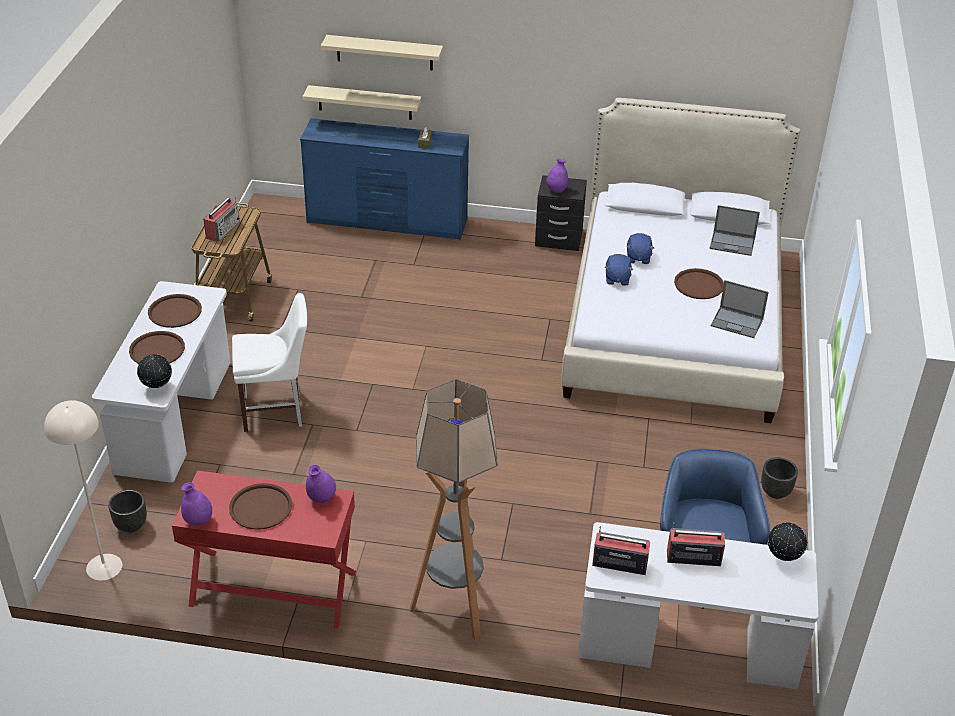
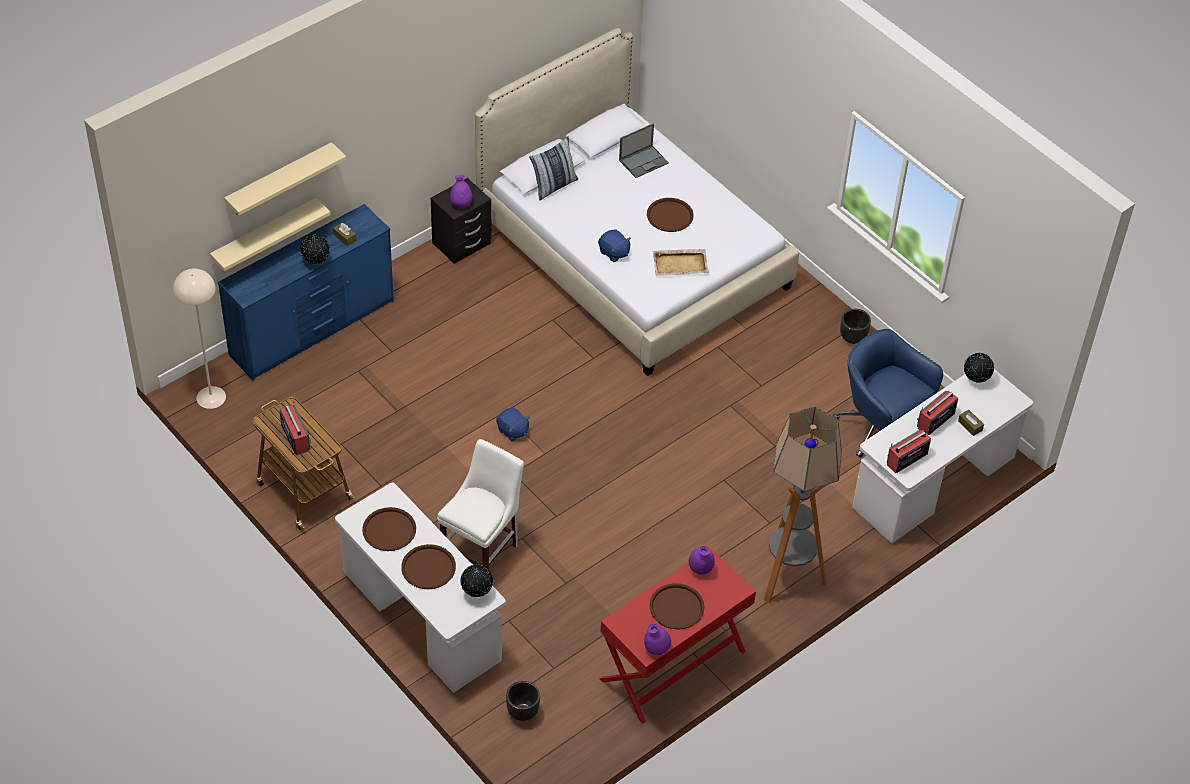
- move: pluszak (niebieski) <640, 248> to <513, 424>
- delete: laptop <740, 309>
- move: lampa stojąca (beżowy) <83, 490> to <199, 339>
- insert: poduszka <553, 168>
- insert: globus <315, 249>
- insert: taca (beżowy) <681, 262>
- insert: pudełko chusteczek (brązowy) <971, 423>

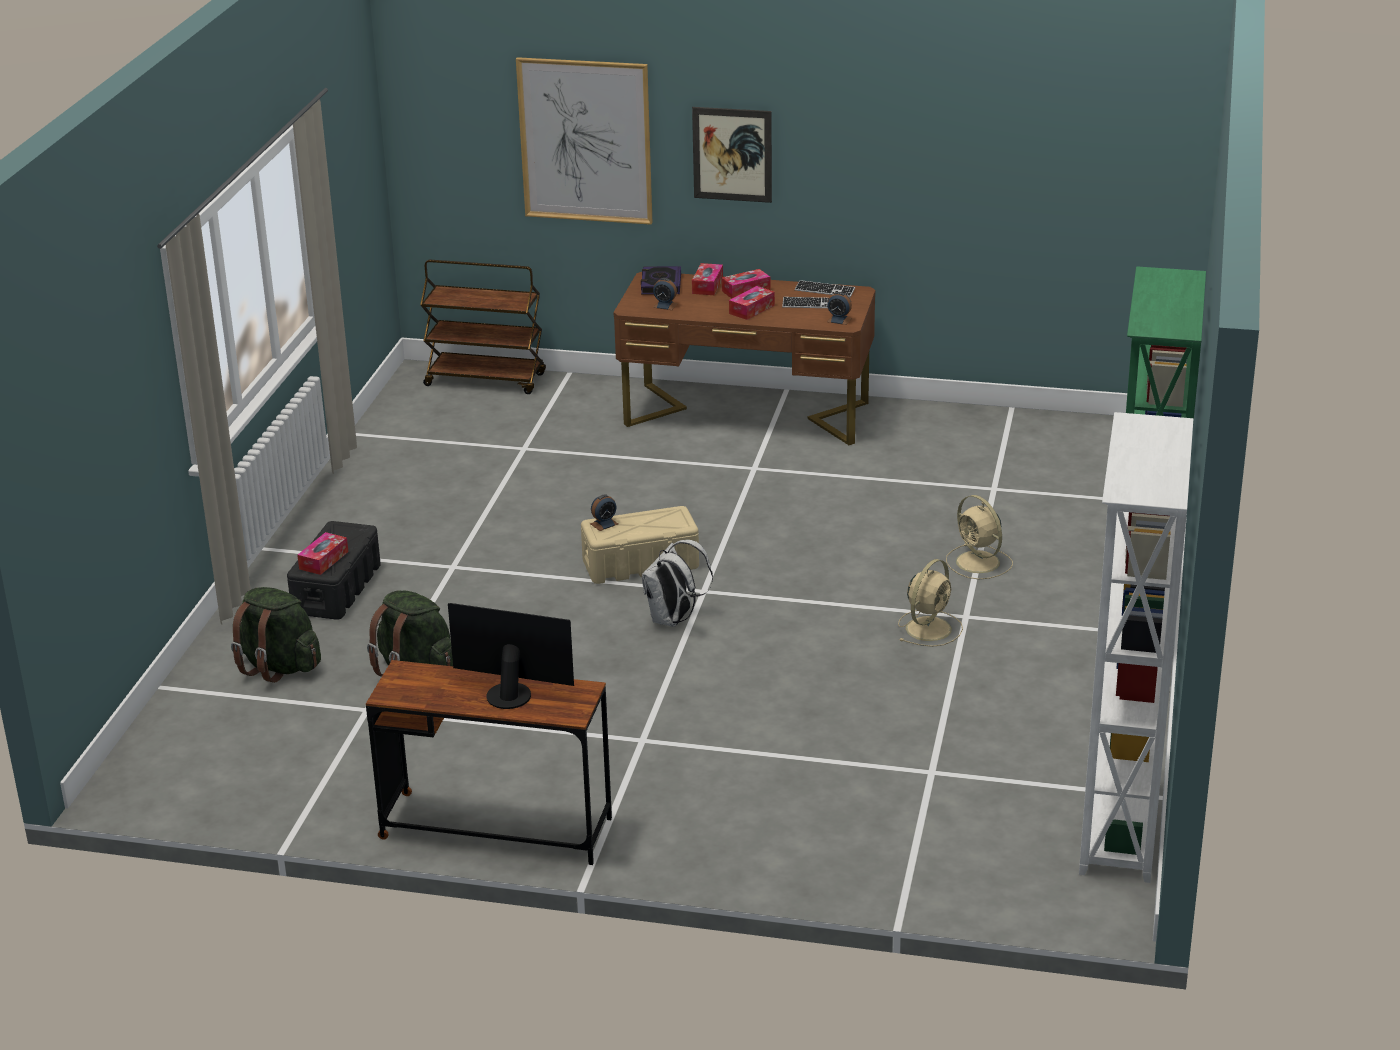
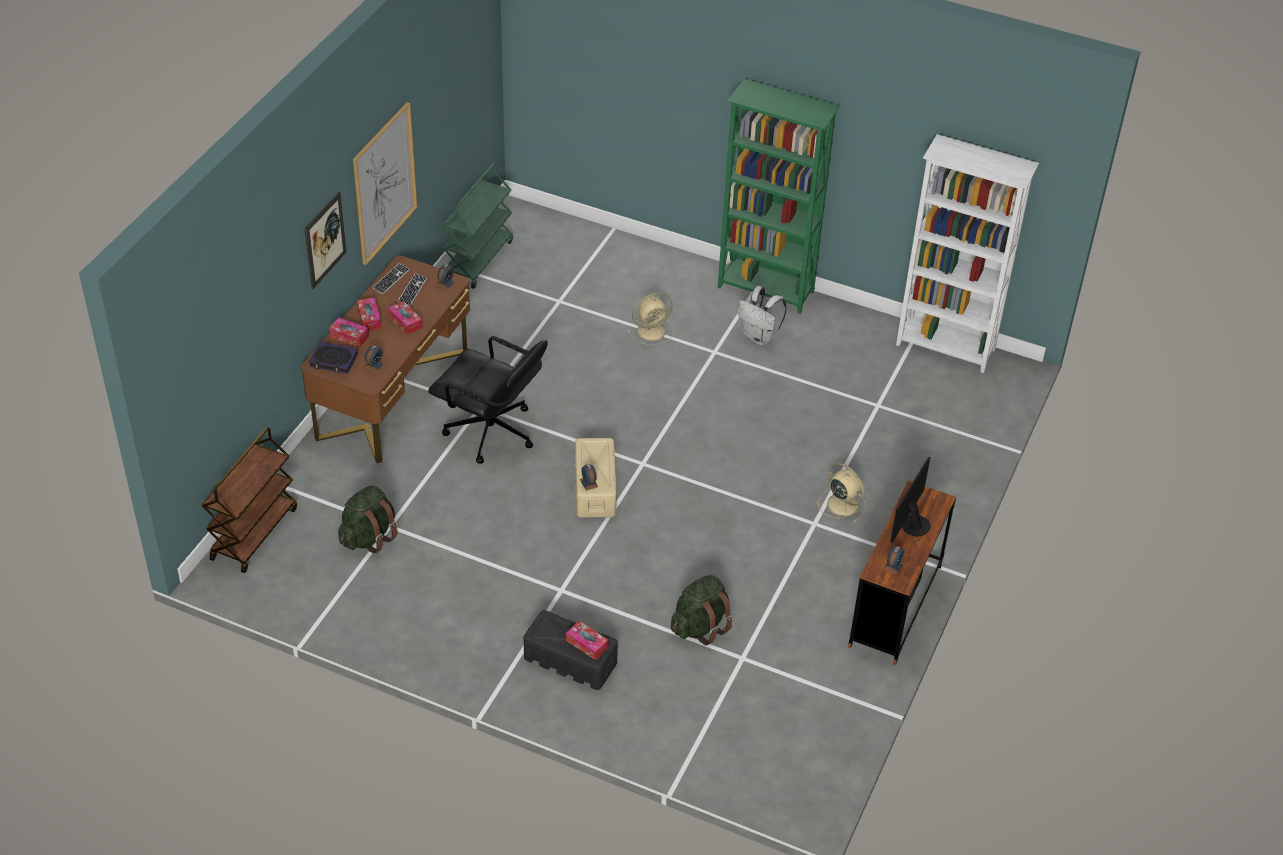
- move: obraz <584, 141> to <385, 183>
- move: plecak (biały) <677, 583> to <762, 315>
- move: wentylator (beżowy) <930, 603> to <842, 493>
- move: plecak (zielony) <276, 635> to <368, 519>
- insert: wózek (zielony) <477, 226>
- insert: krzesło biurowe (czarny) <488, 400>
- insert: budzik <893, 560>

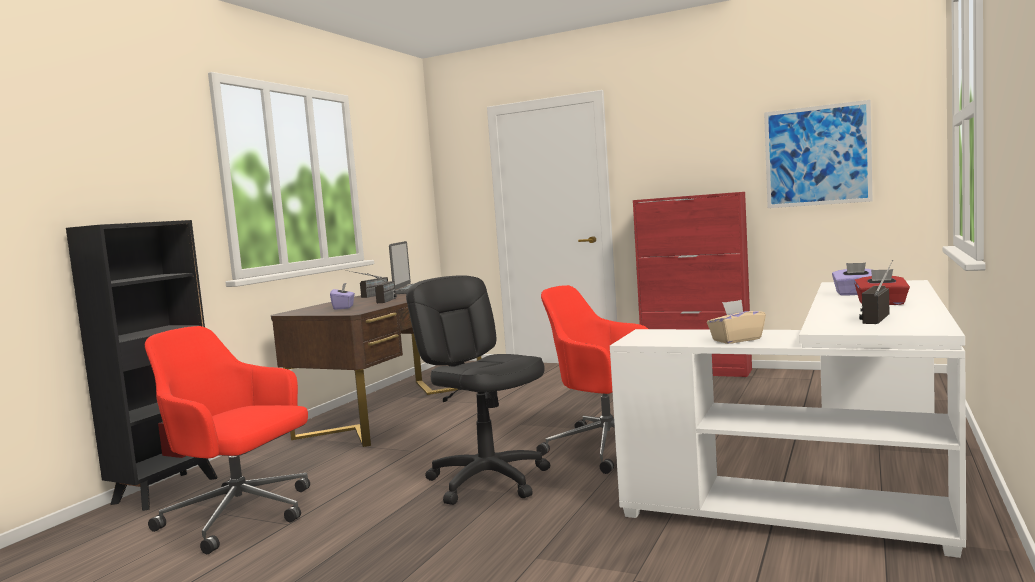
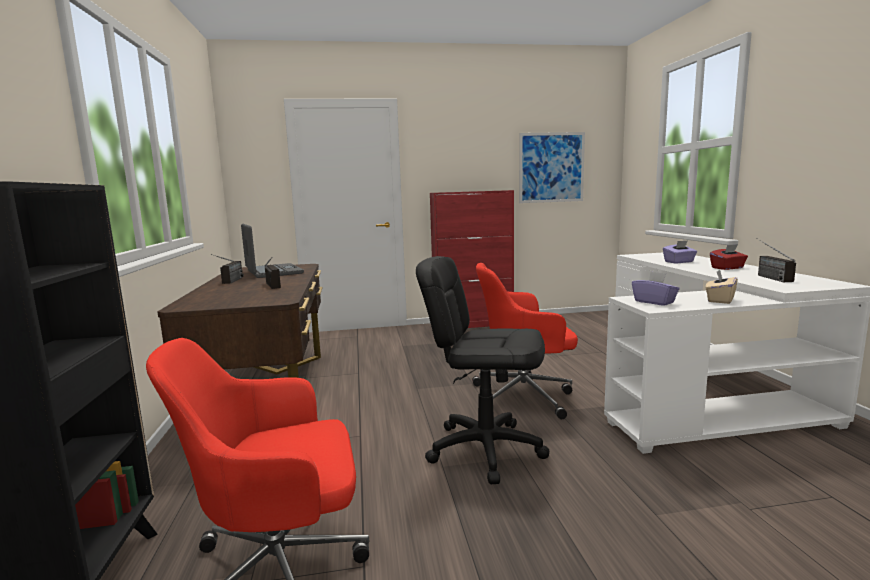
- move: pudełko chusteczek (fioletowy) <342, 296> to <655, 289>

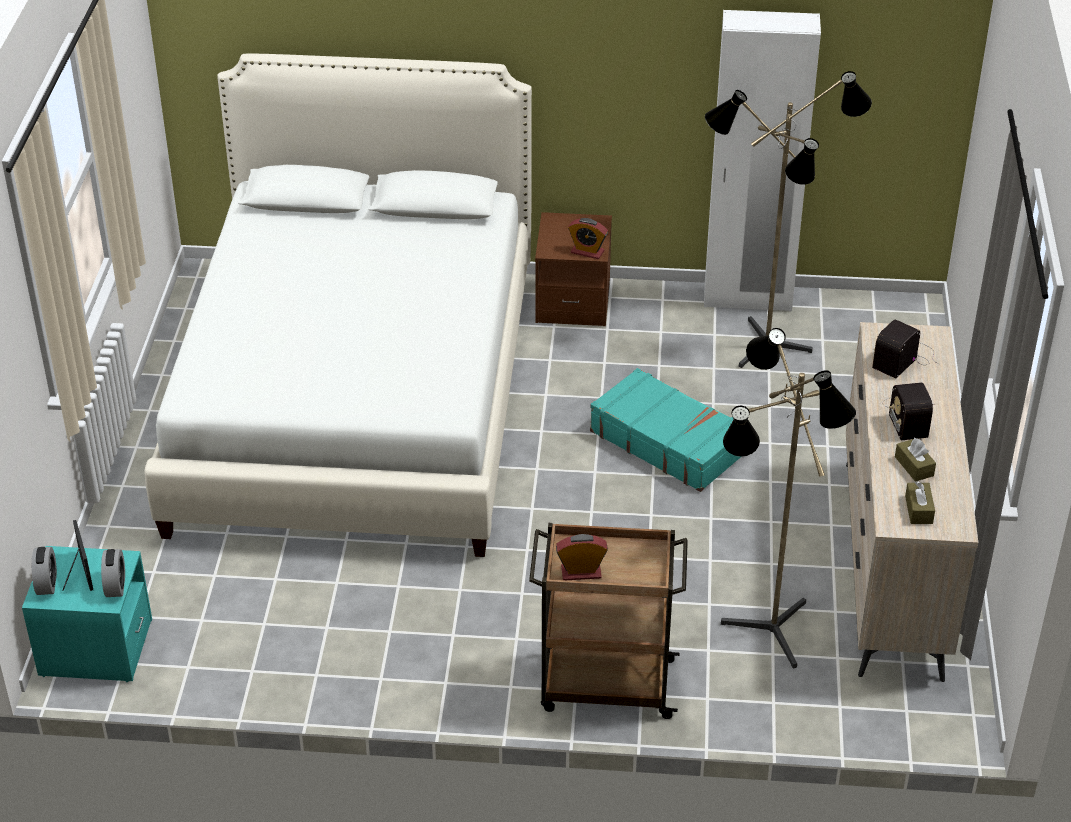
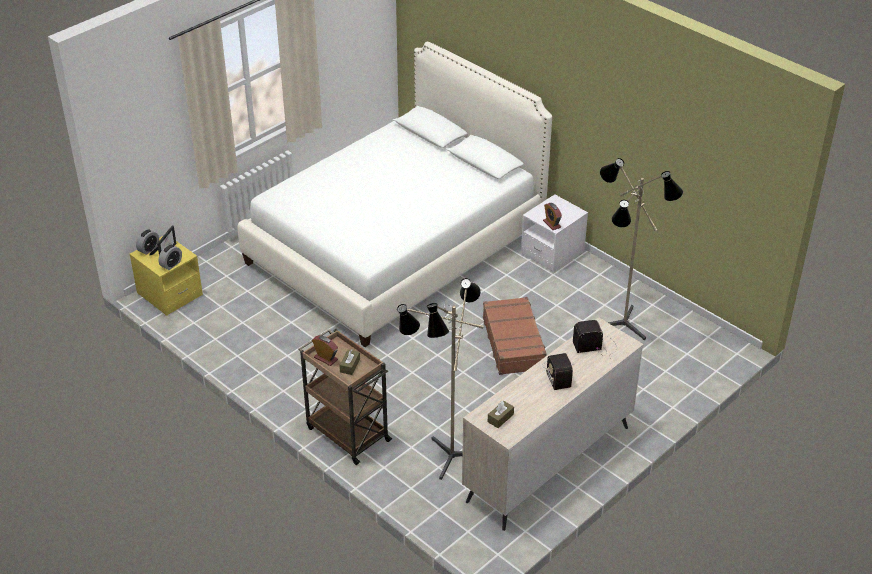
- delete: szafa (biały) <762, 161>
- recolor: szafka nocna (brązowy) <573, 269> to szafka nocna (biały) <554, 233>
- recolor: walizka (turkusowy) <665, 430> to walizka (brązowy) <515, 336>
- rotate: radio <907, 411> = <558, 371> 45 degrees counterclockwise
- move: pudełko chusteczek (brązowy) <915, 459> to <349, 362>
- recolor: szafka nocna (turkusowy) <87, 614> to szafka nocna (żółty) <166, 275>

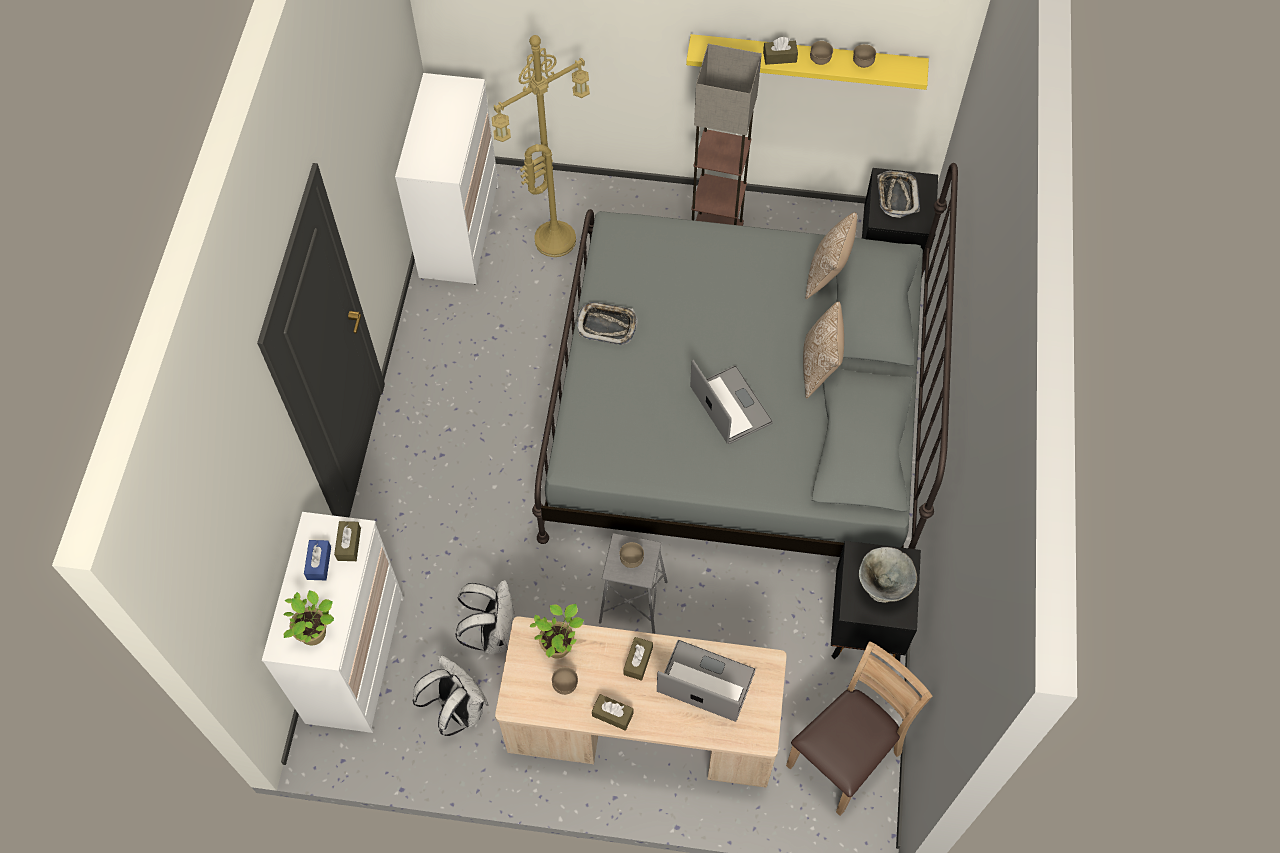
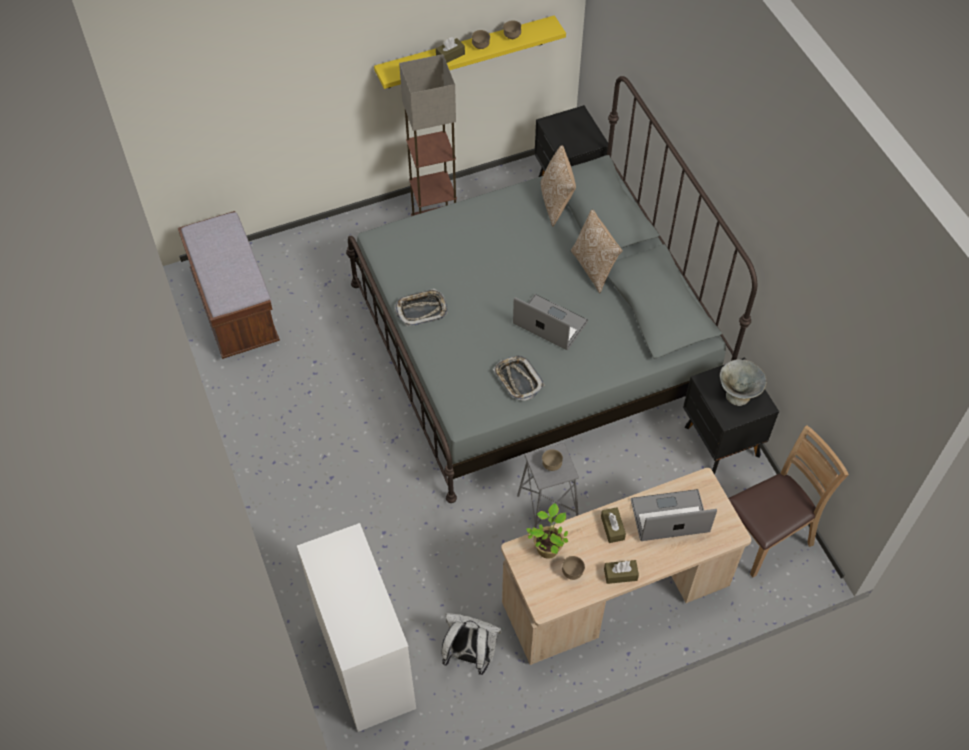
- delete: lampa stojąca (żółty) <541, 146>
- replace: komoda (biały) <447, 178> to ławka (brązowy) <229, 285>
- move: taca <898, 194> to <519, 378>
- delete: pudełko chusteczek (brązowy) <347, 541>
- delete: pudełko chusteczek (niebieski) <317, 560>
- delete: plecak (biały) <485, 617>
- delete: roślina doniczkowa <308, 617>
- rotate: krzesło (brązowy) <859, 728> = <788, 501> 45 degrees clockwise

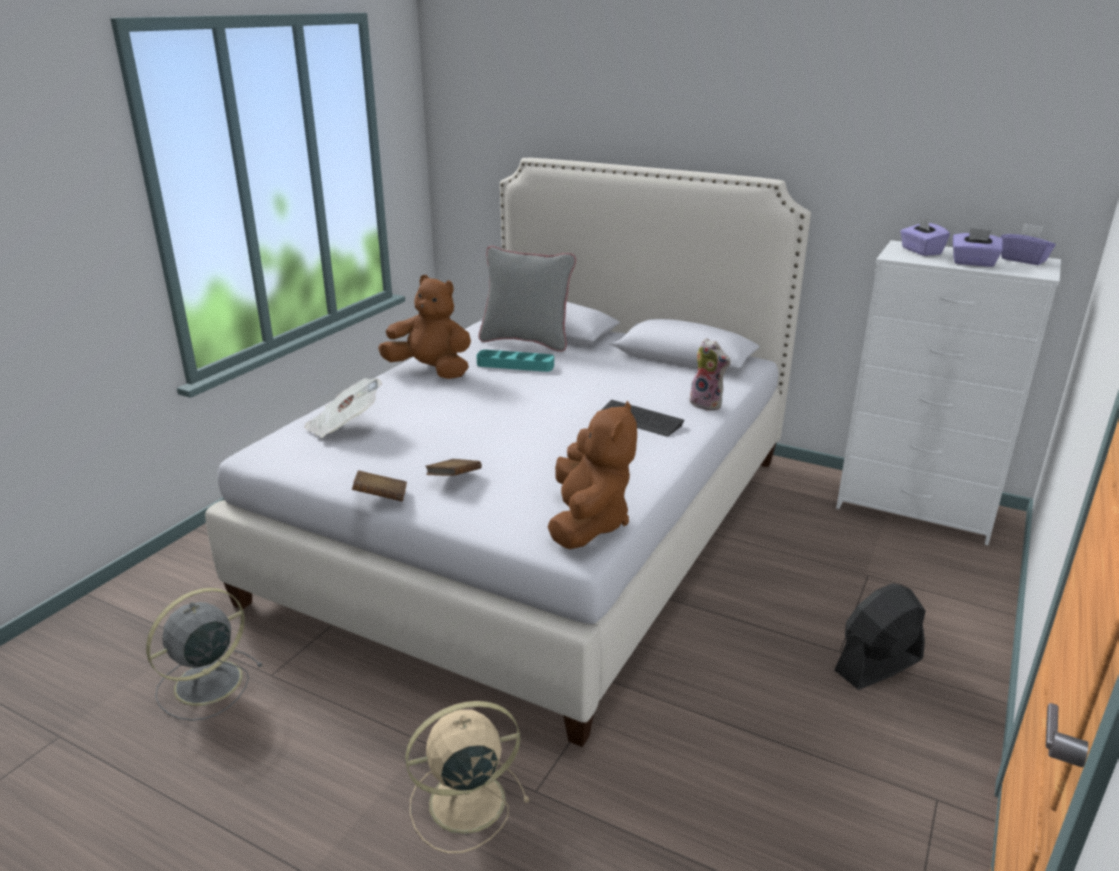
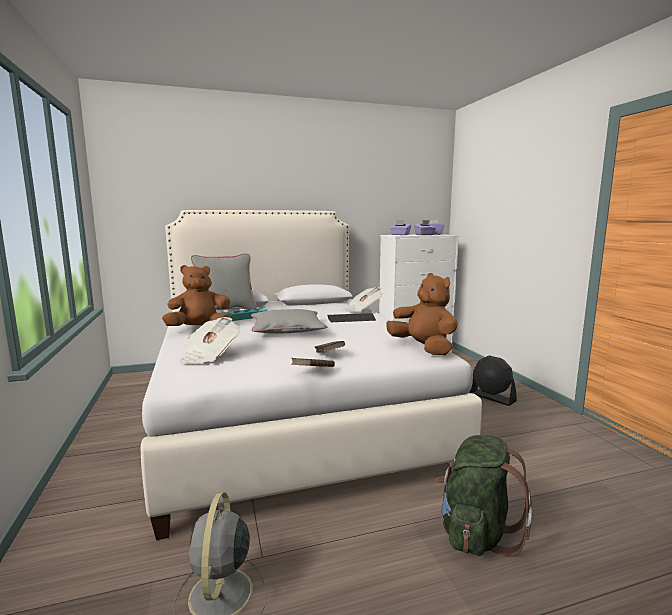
- replace: pluszak <709, 374> to gazeta <363, 299>
- rotate: wentylator (czarny) <880, 636> = <493, 380> 60 degrees counterclockwise
- replace: wentylator (beżowy) <467, 777> to plecak (zielony) <484, 495>
- insert: poduszka (szary) <289, 321>

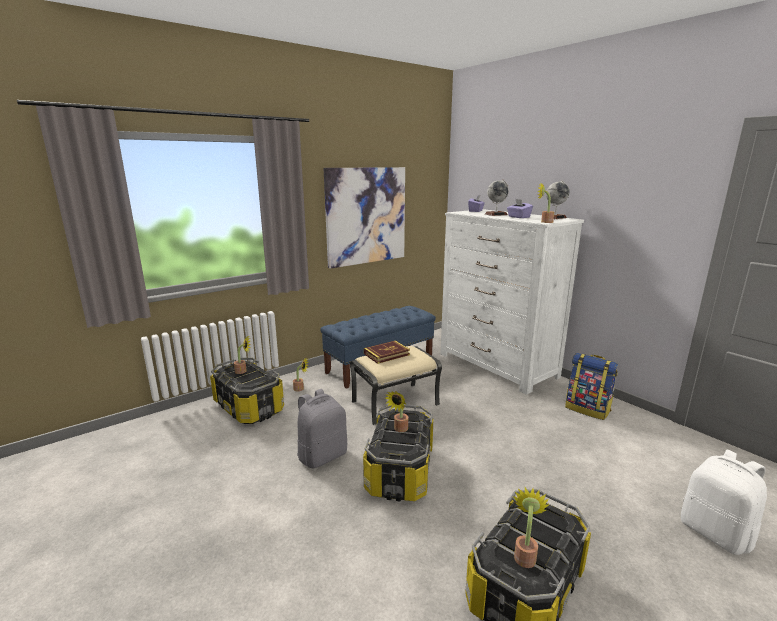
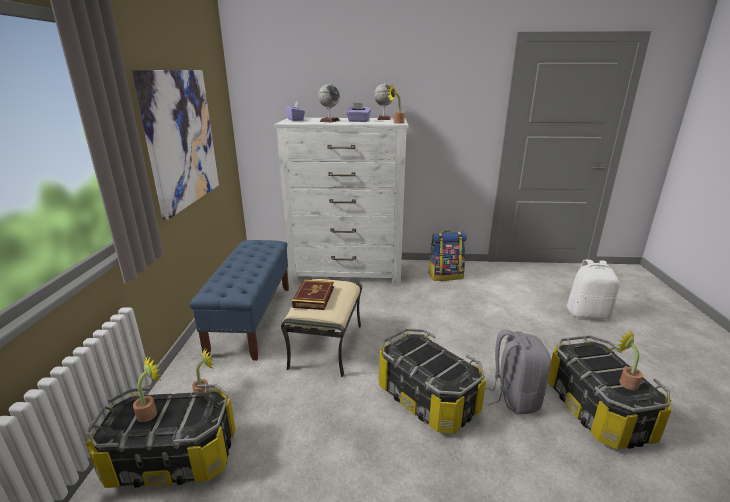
- move: plecak (szary) <322, 429> to <518, 372>
- delete: roślina doniczkowa <396, 411>

